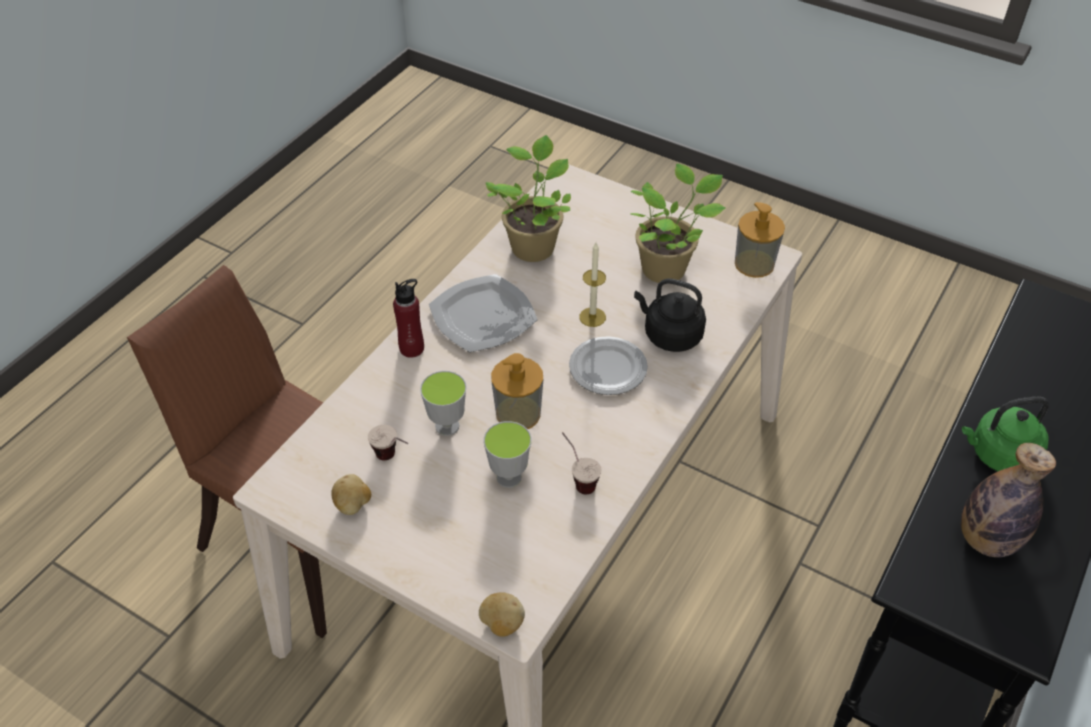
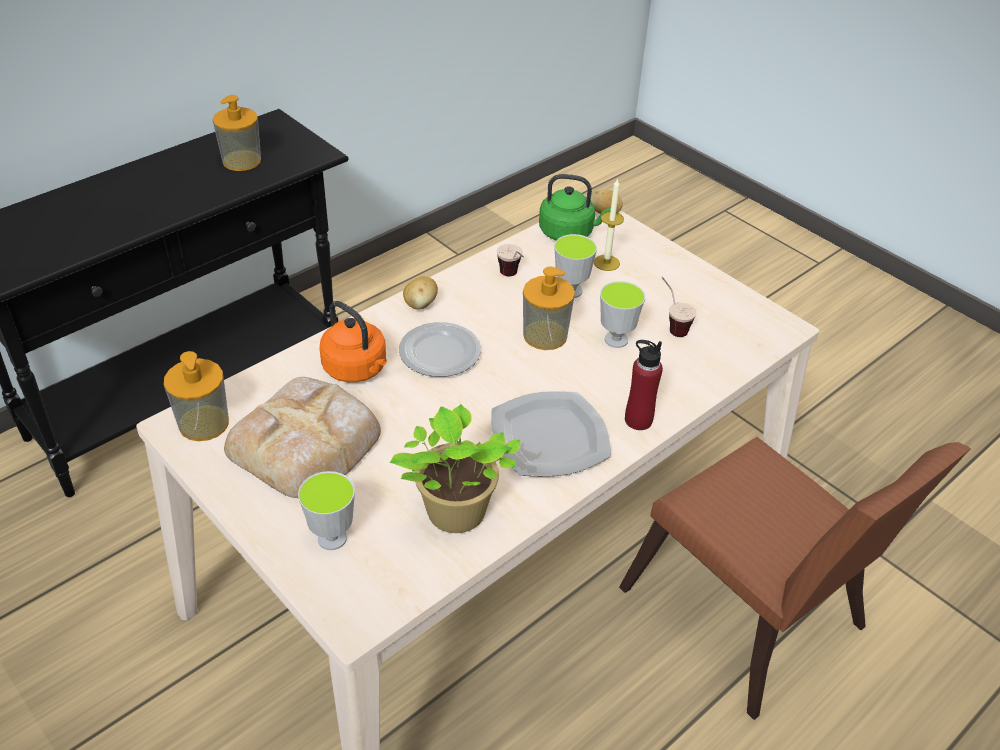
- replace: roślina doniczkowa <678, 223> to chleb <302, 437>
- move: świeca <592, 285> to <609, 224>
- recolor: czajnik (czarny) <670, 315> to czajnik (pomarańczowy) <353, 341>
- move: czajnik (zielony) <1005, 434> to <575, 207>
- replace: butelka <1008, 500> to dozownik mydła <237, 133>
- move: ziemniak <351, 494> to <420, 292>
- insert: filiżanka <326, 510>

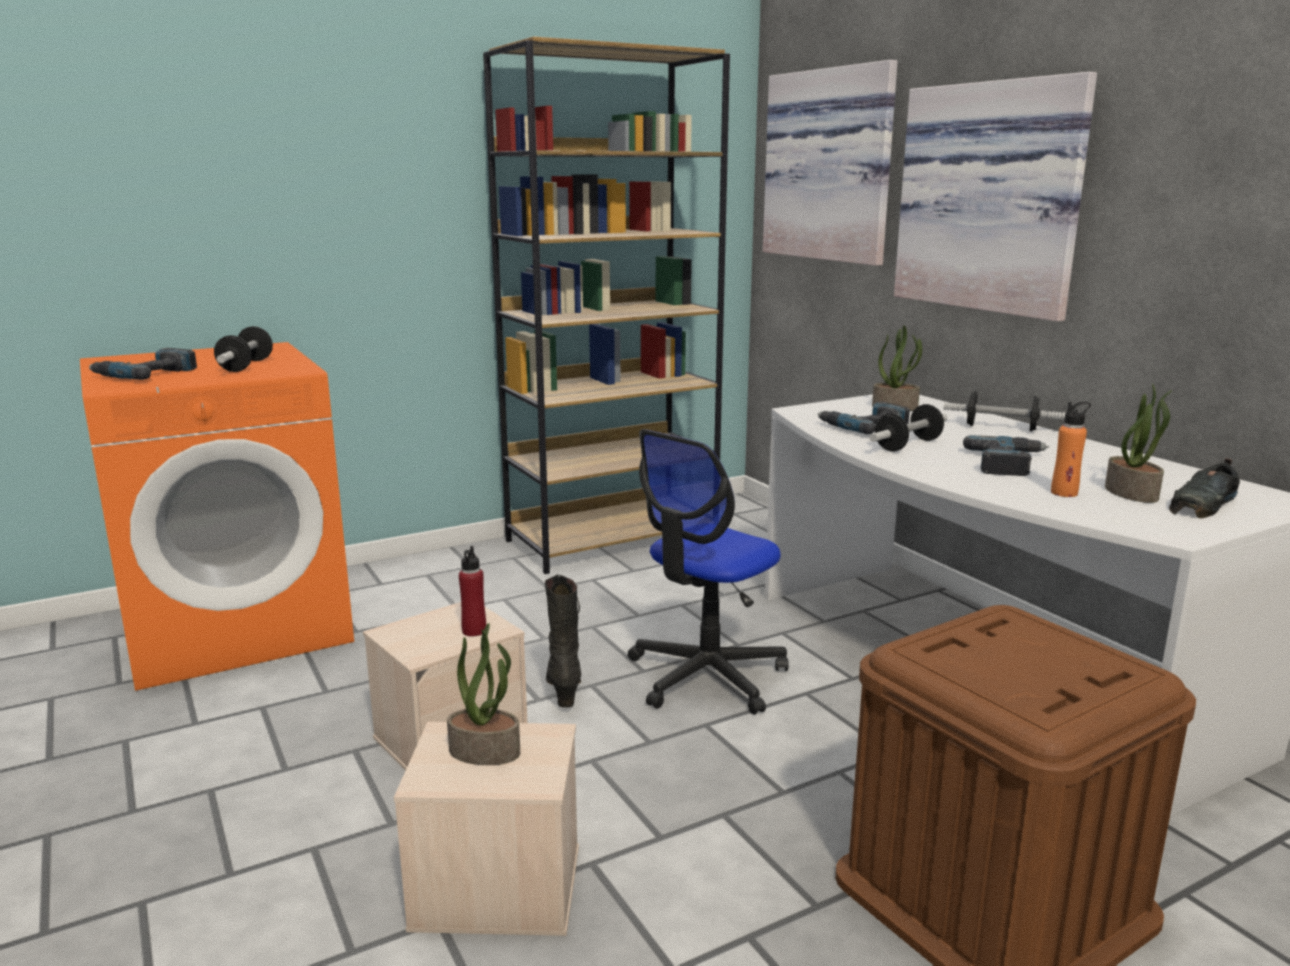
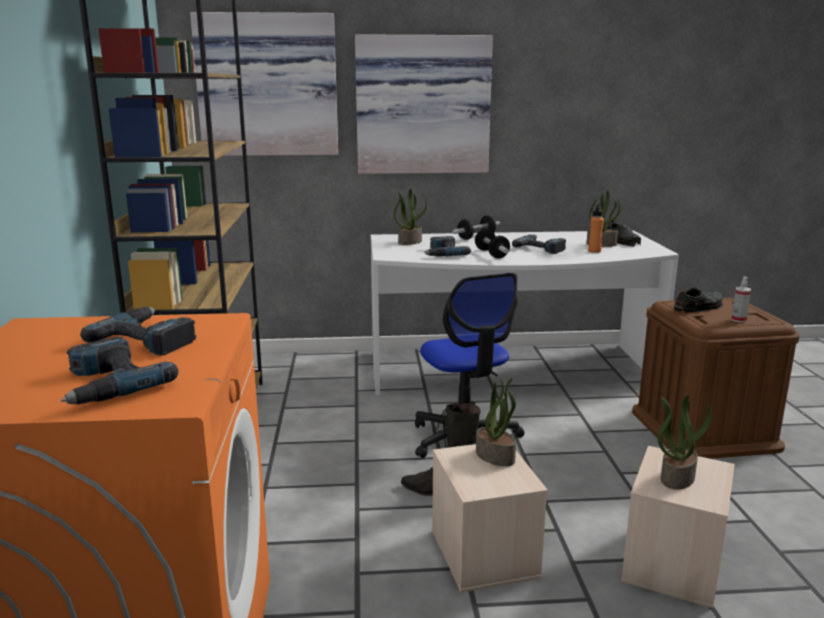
- replace: hantel <243, 349> to wiertarka <138, 331>
- replace: butelka (czerwony) <472, 591> to roślina doniczkowa <496, 422>
- insert: spryskiwacz <741, 299>
- insert: but (czarny) <698, 300>

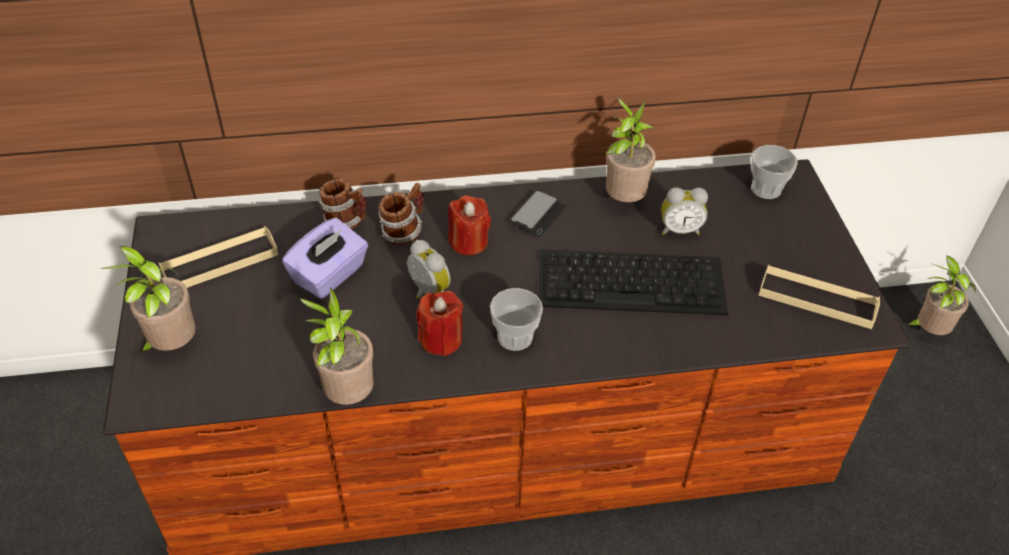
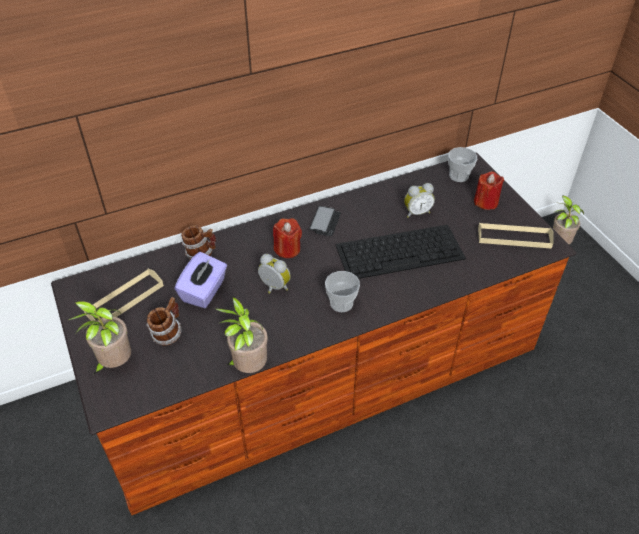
- delete: roślina doniczkowa <631, 150>
- move: kubek <401, 214> to <164, 321>
- move: świeca (czerwony) <440, 323> to <489, 190>

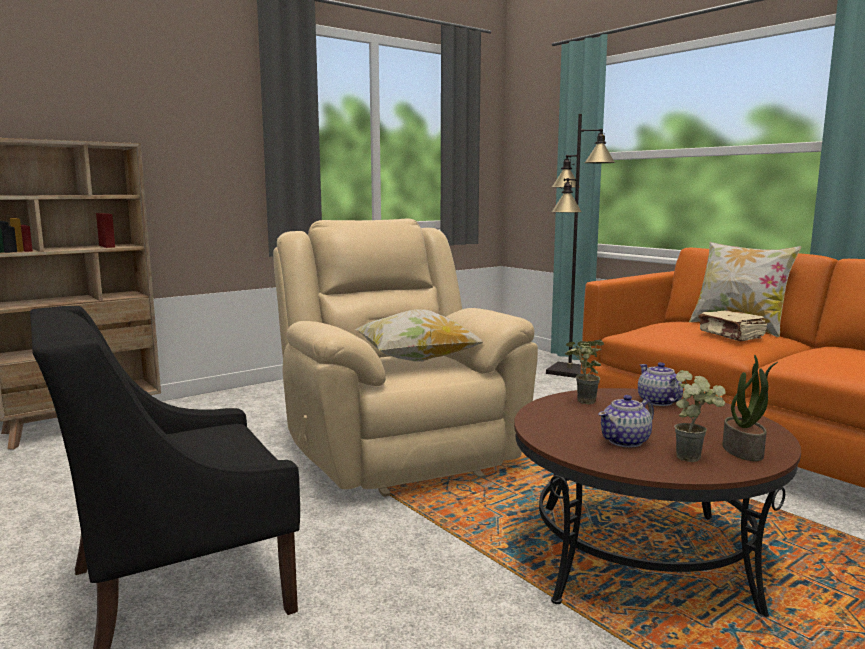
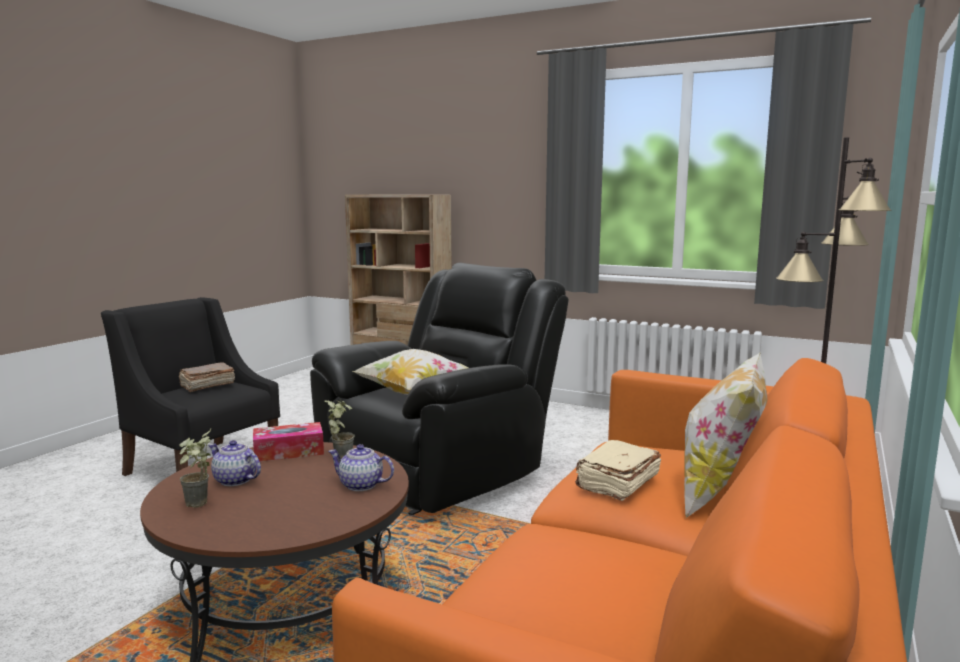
- recolor: fotel (beżowy) <405, 357> to fotel (czarny) <439, 389>
- delete: roślina doniczkowa <750, 407>
- rotate: imbryk <660, 384> = <361, 467> 120 degrees counterclockwise
- insert: książka (brązowy) <206, 377>
- insert: pudełko chusteczek <288, 442>

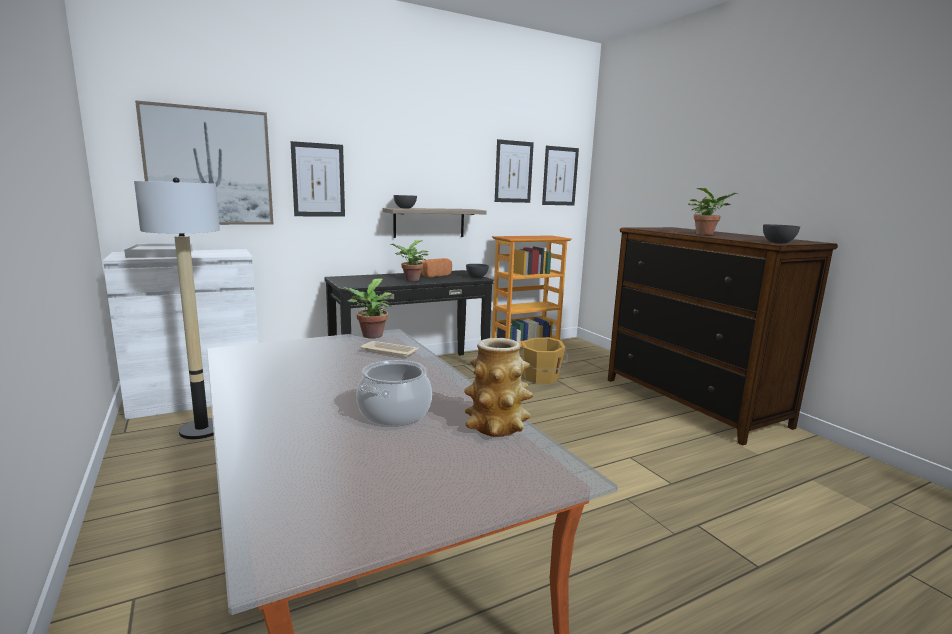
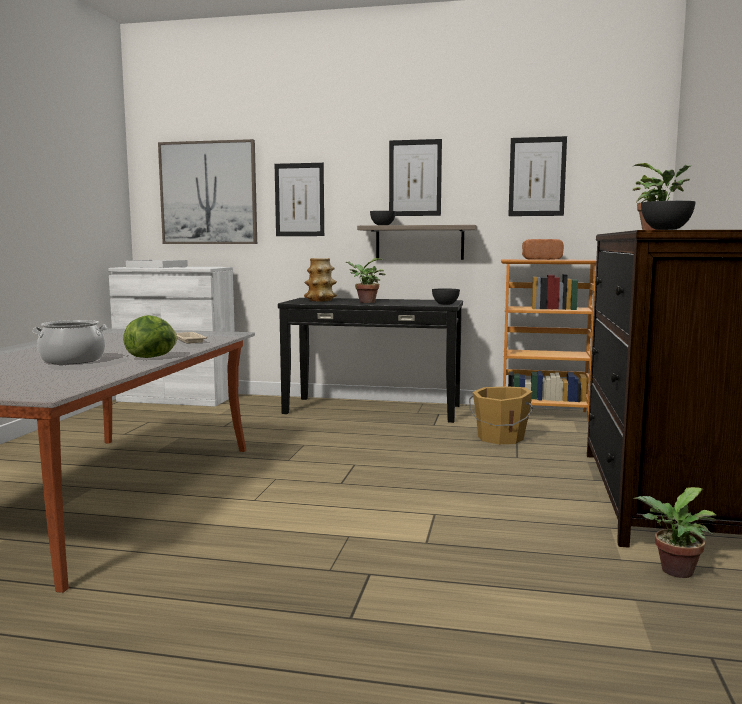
- move: obraz <560, 175> to <415, 177>
- delete: lampa stojąca <177, 308>
- move: chleb <436, 267> to <543, 249>
- move: roślina doniczkowa <367, 308> to <675, 532>
- move: wazon <498, 387> to <320, 279>
- insert: sałata <150, 336>

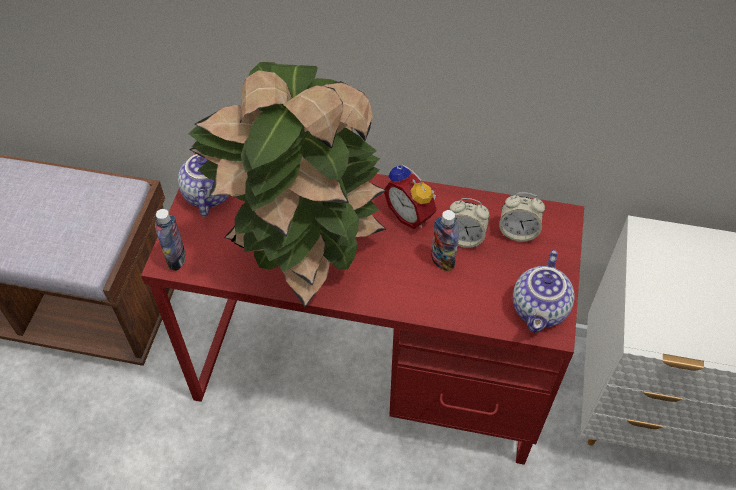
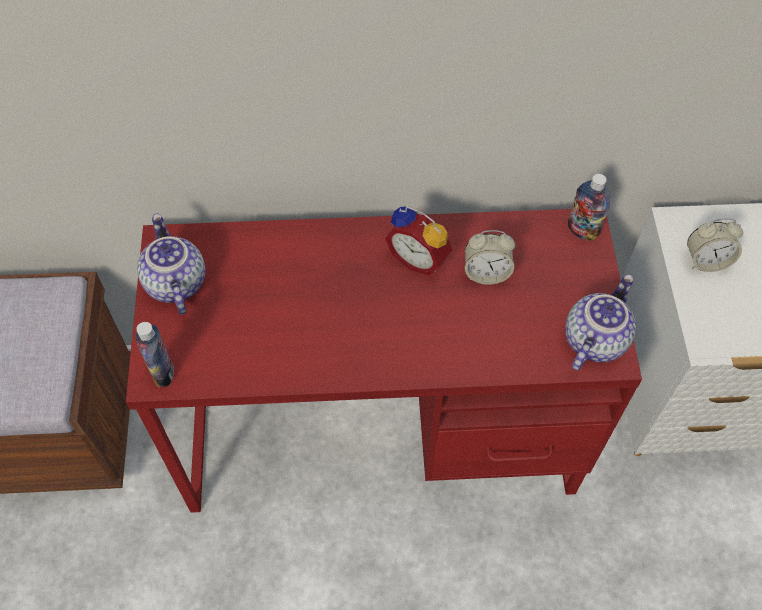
- delete: roślina doniczkowa <287, 184>
- move: budzik <522, 217> to <715, 245>
- move: butelka <445, 240> to <589, 207>
- rotate: imbryk <544, 291> = <600, 322> 150 degrees counterclockwise

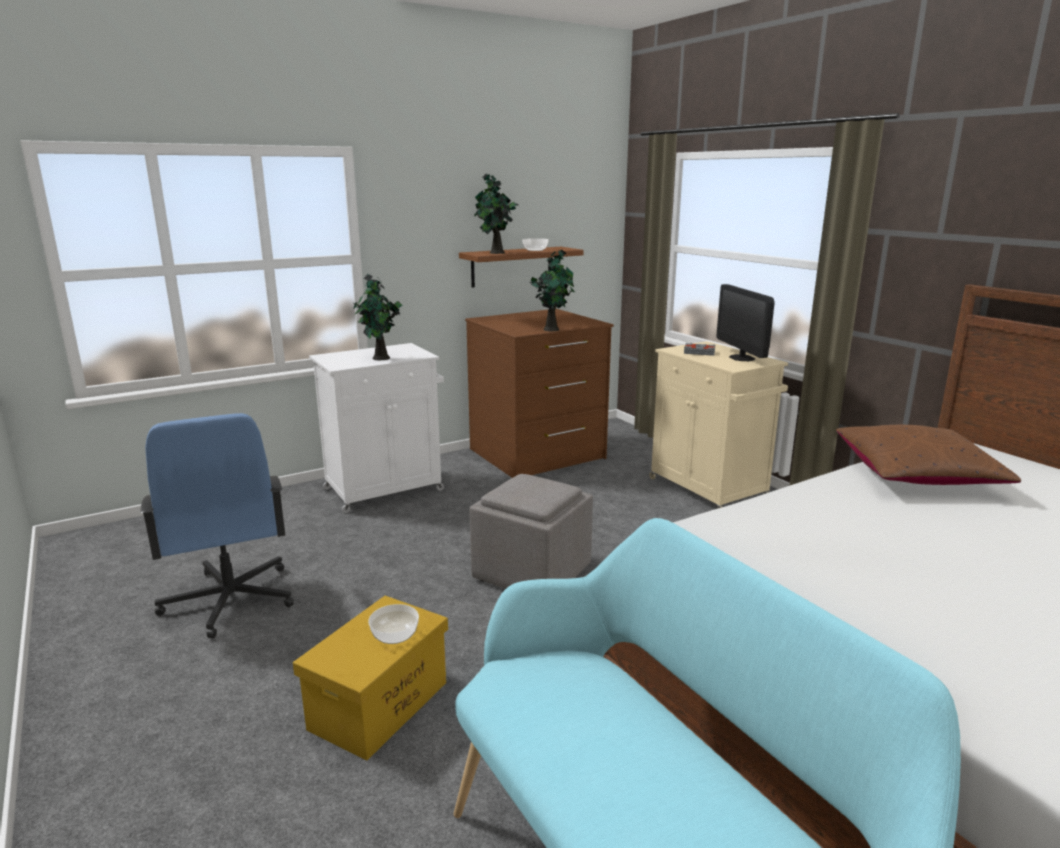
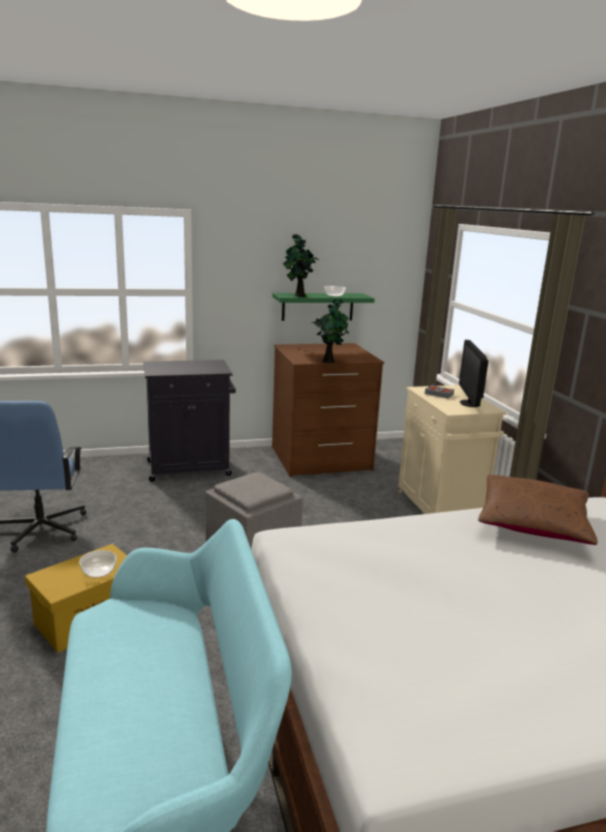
- recolor: półka (brązowy) <521, 267> to półka (zielony) <323, 307>
- delete: roślina doniczkowa <377, 317>
- recolor: szafka (biały) <376, 428> to szafka (czarny) <189, 421>

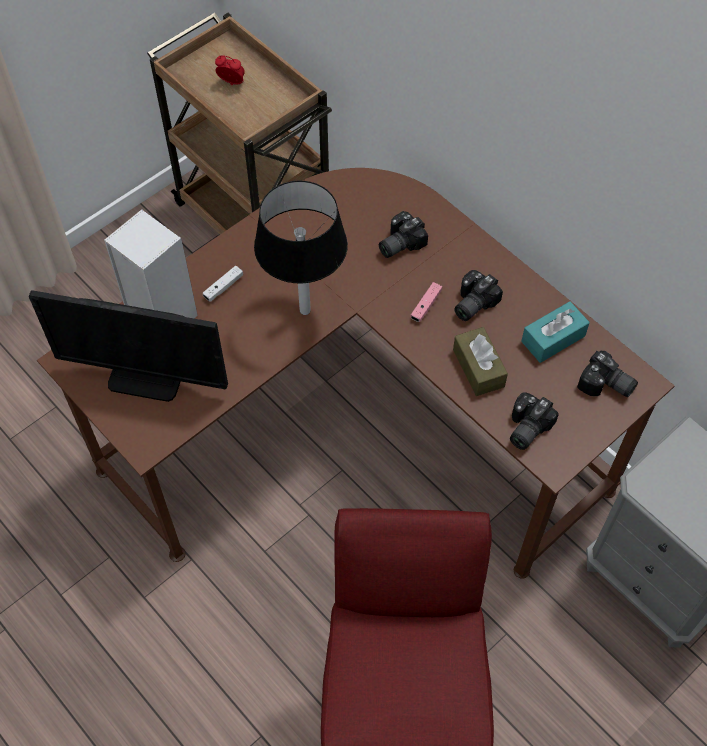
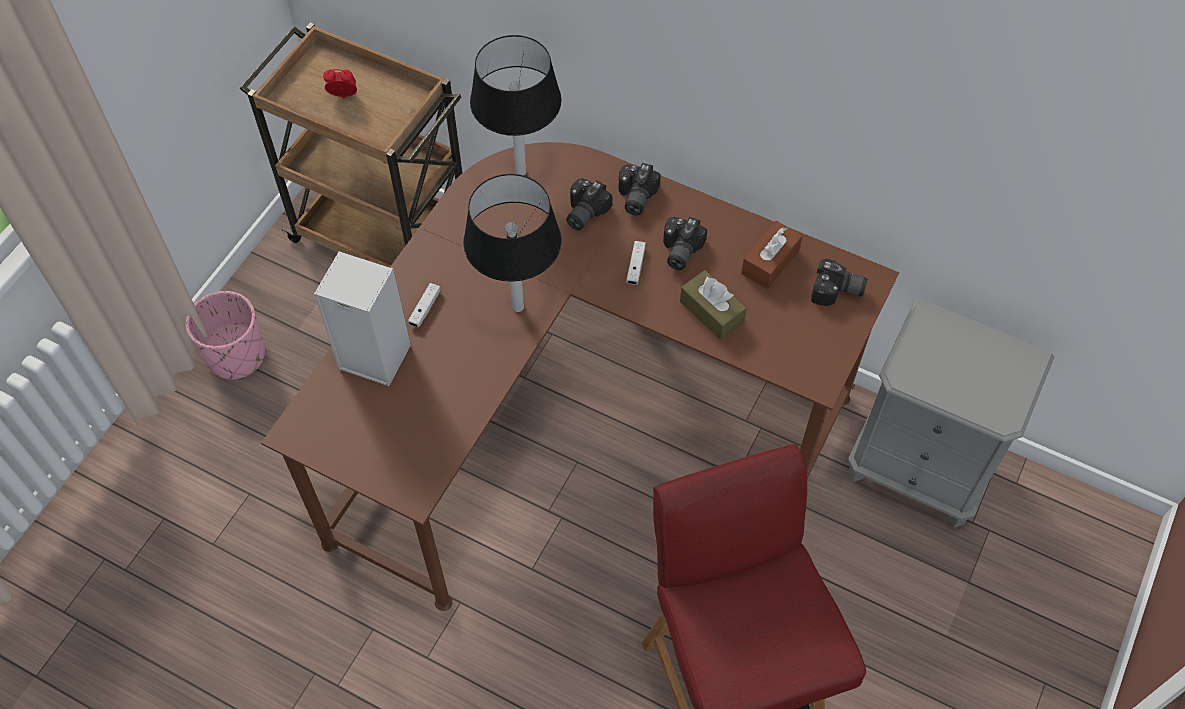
- recolor: pad do gier (różowy) <426, 302> to pad do gier (biały) <636, 263>
- delete: monitor <128, 346>
- recolor: pudełko chusteczek (turkusowy) <555, 332> to pudełko chusteczek (brązowy) <771, 255>
- move: aparat fotograficzny <534, 421> to <639, 189>
- insert: lampa stołowa (czarny) <516, 105>
- insert: donica (różowy) <225, 335>

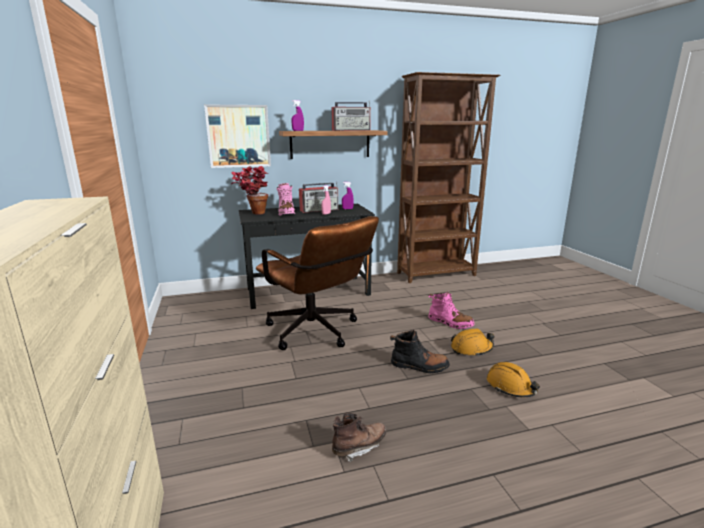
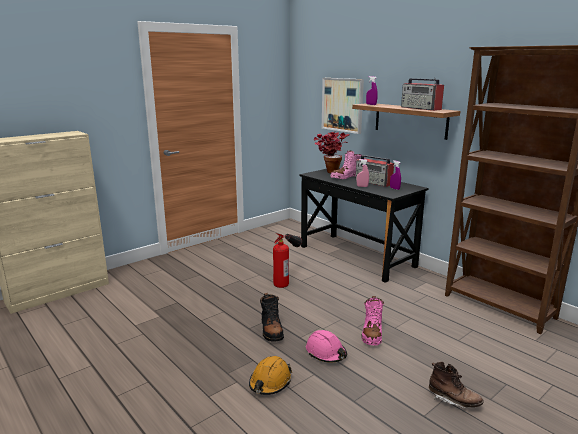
- replace: krzesło biurowe (brązowy) <317, 283> to gaśnica <287, 260>
- recolor: kask (pomarańczowy) <472, 343> to kask (różowy) <326, 346>
- move: but z cholewką (brązowy) <359, 437> to <456, 385>

